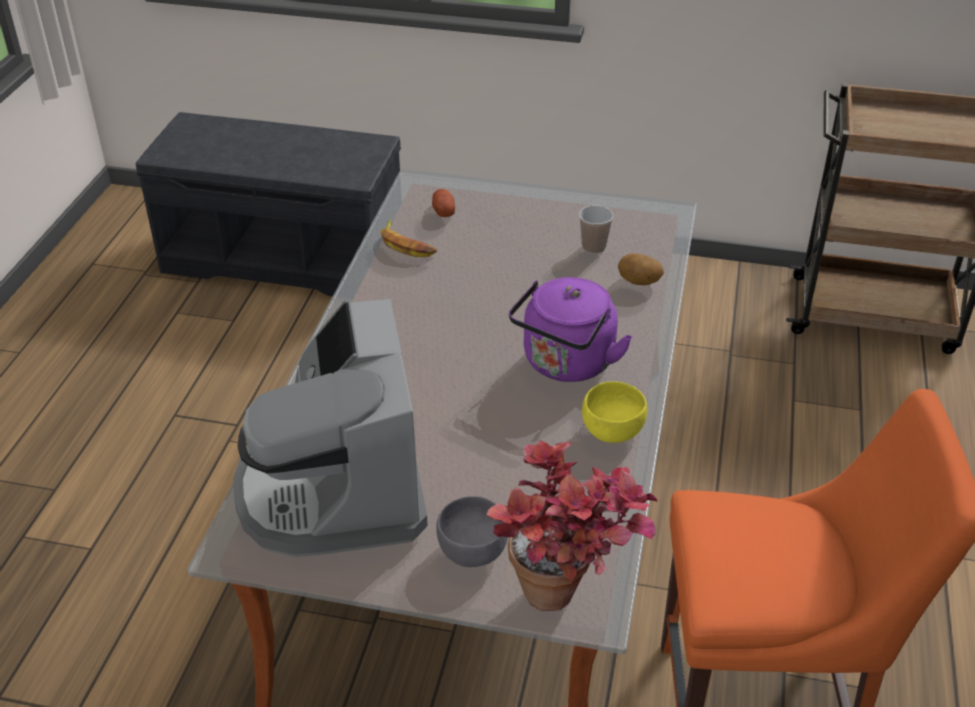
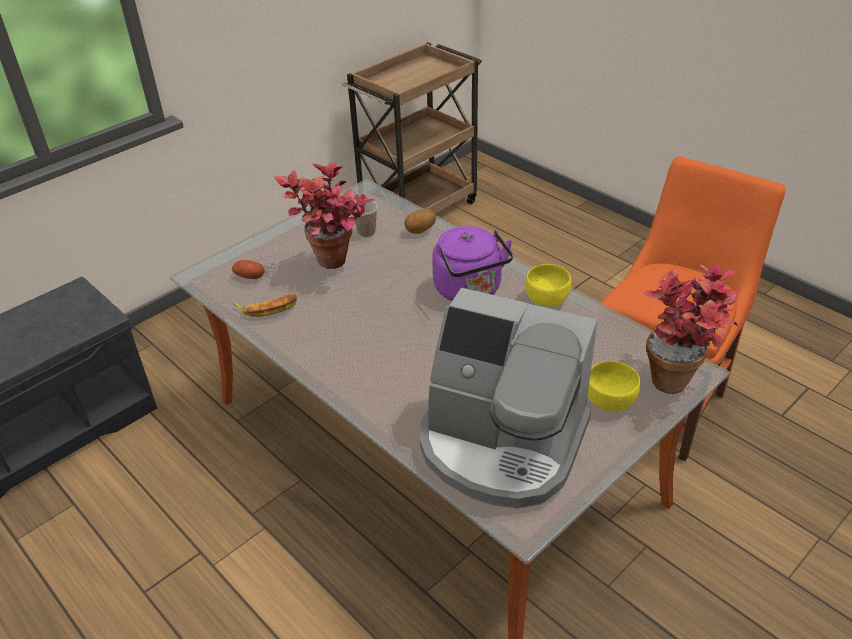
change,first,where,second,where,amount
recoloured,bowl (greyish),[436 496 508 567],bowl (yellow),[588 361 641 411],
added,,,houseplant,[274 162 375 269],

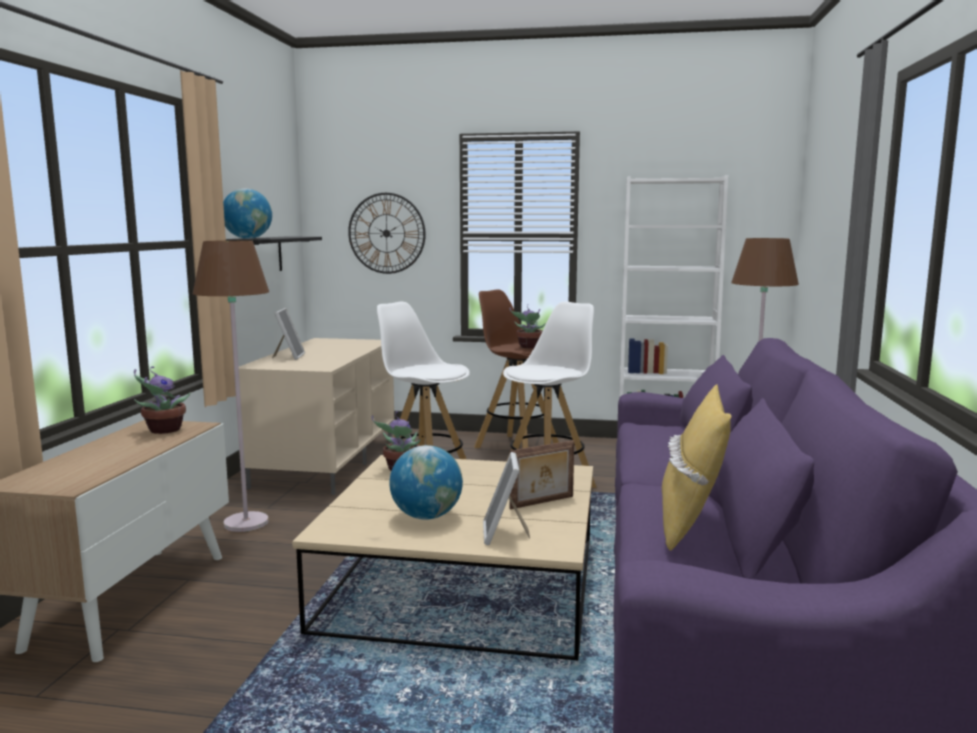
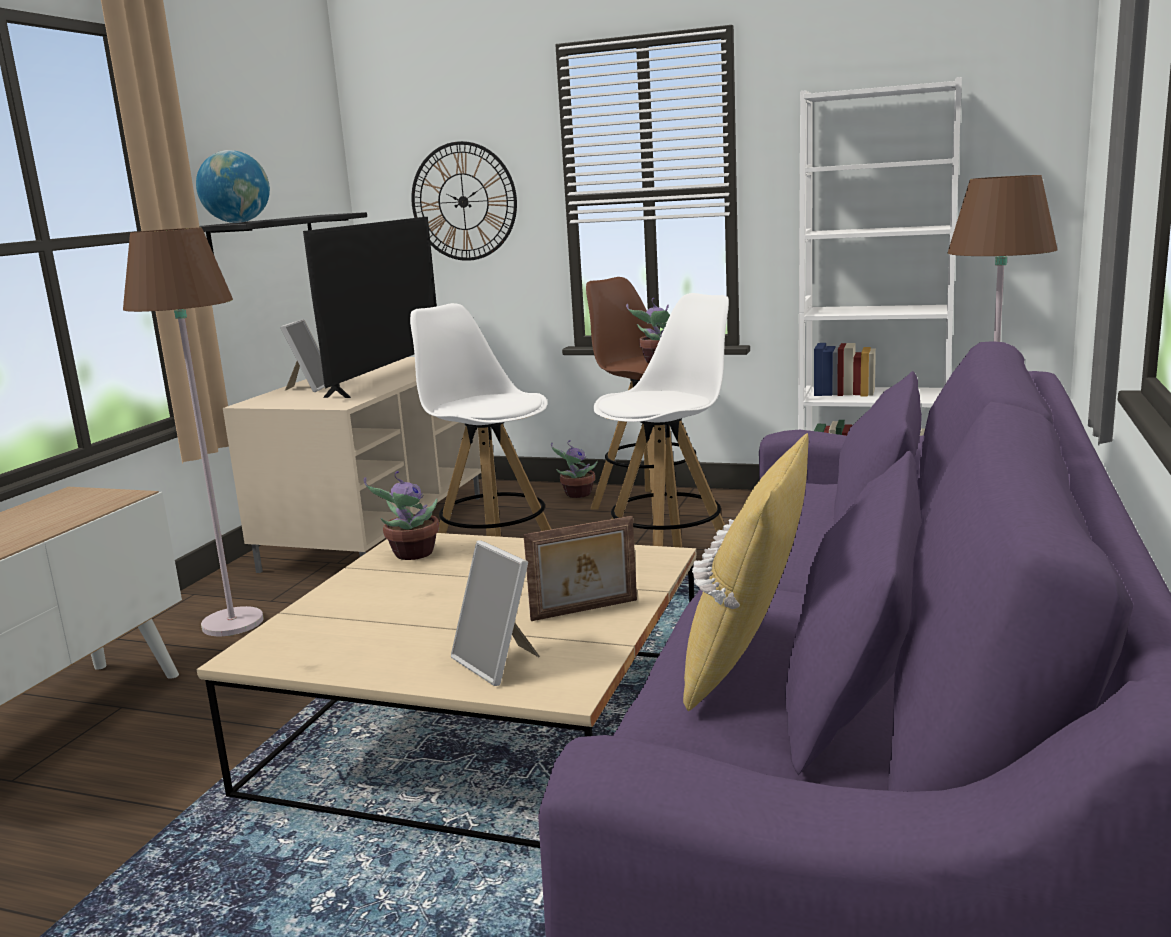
change,first,where,second,where,amount
moved,houseplant,[134 366 191 434],,[551 440 598 498],
removed,desk globe,[389 445 463 520],,,
turned,photo frame,[483 452 530 545],,[451 540 540 686],45 degrees counterclockwise
added,,,TV,[303 217 437 398],

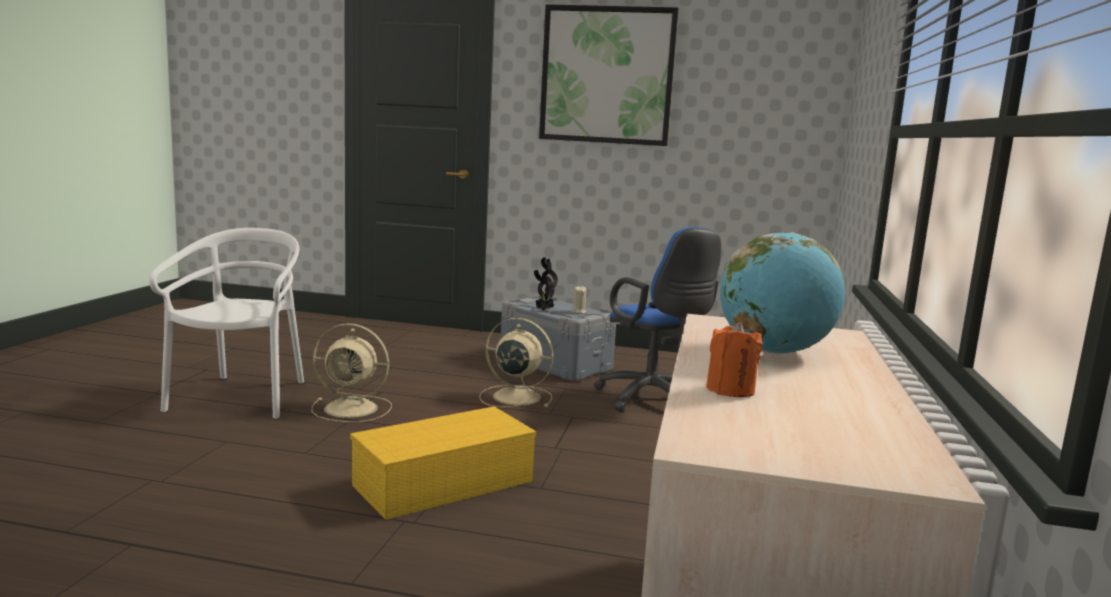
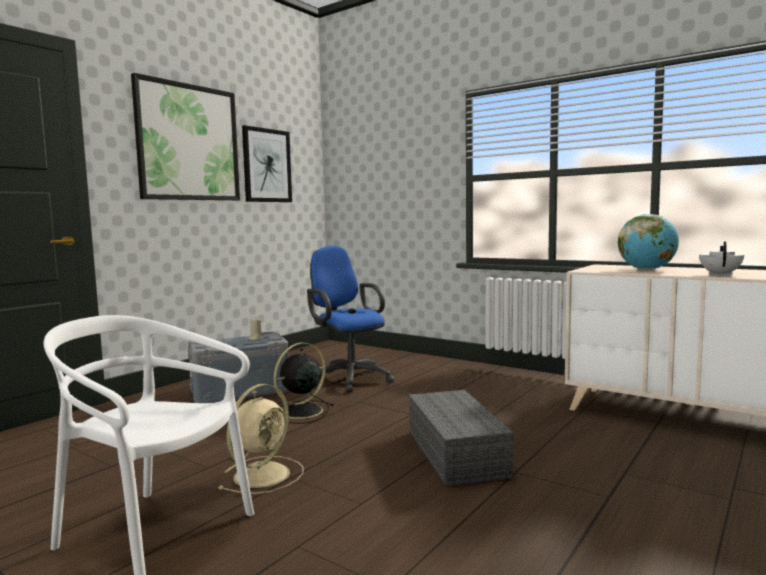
change,first,where,second,where,amount
recoloured,storage bin (yellow),[350 406 537 520],storage bin (greyish),[408 390 514 486],
recoloured,fan (sand-coloured),[479 318 554 407],fan (black),[273 343 334 424],
removed,houseplant,[534 257 558 311],,,
turned,desk chair (bluish),[594 227 721 412],,[307 246 395 393],120 degrees counterclockwise
replaced,wax candle (orange),[706 322 763 397],teapot (white),[699 241 744 276],
added,,,wall picture,[242 125 292 202],

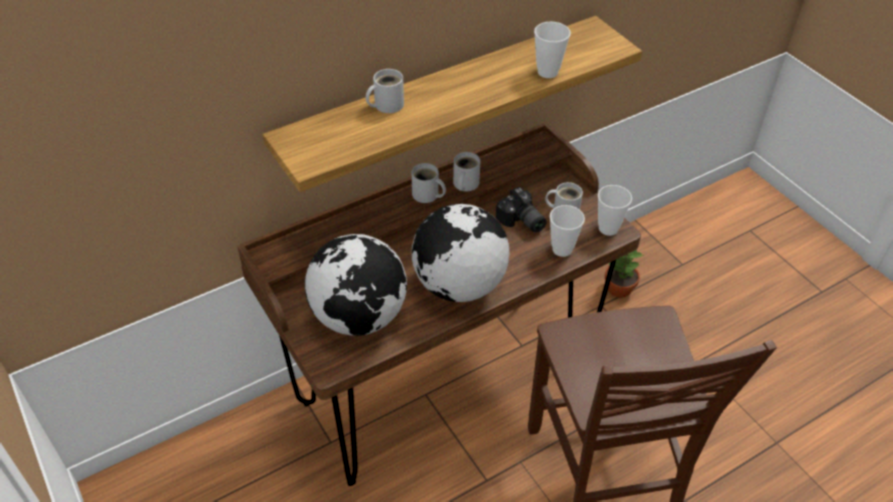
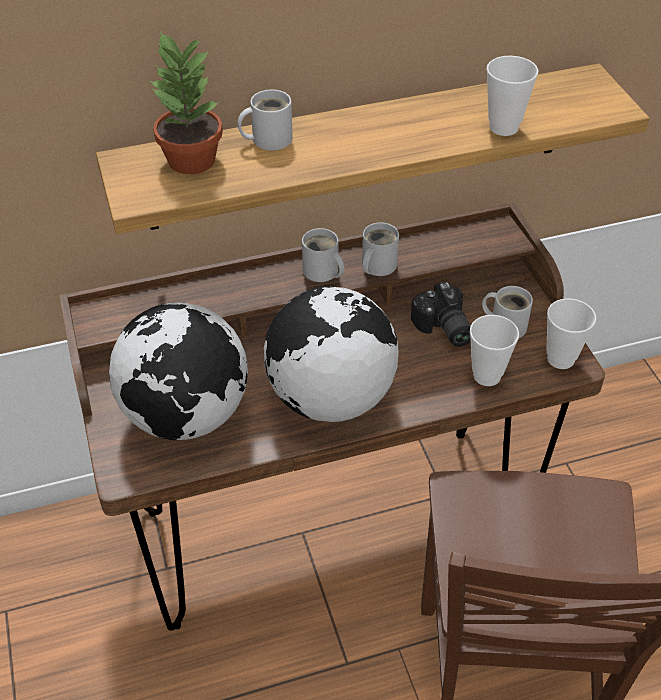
change,first,where,second,where,amount
moved,houseplant,[605 239 644 298],,[149 32 223 174],

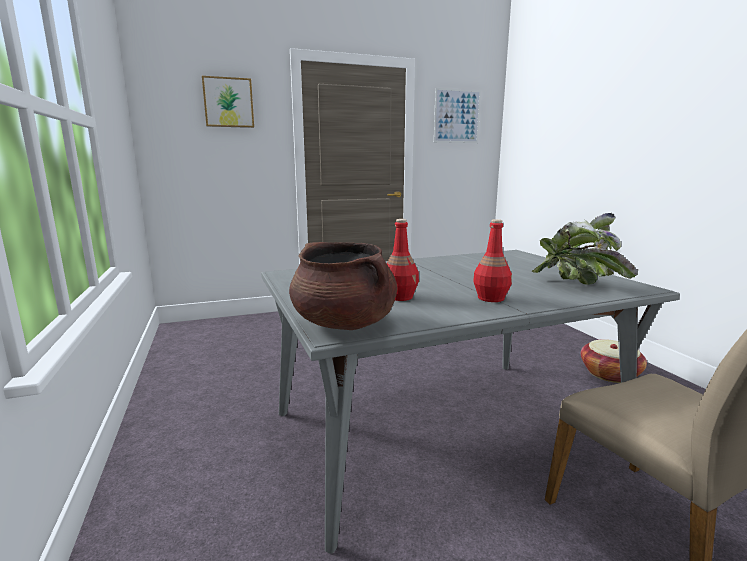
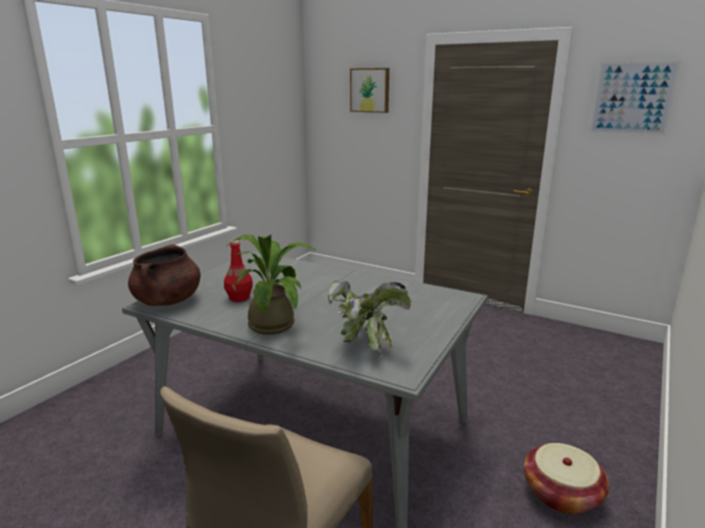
change,first,where,second,where,amount
replaced,beverage bottle (red-coloured),[473 219 512 302],houseplant,[226 234 317 335],

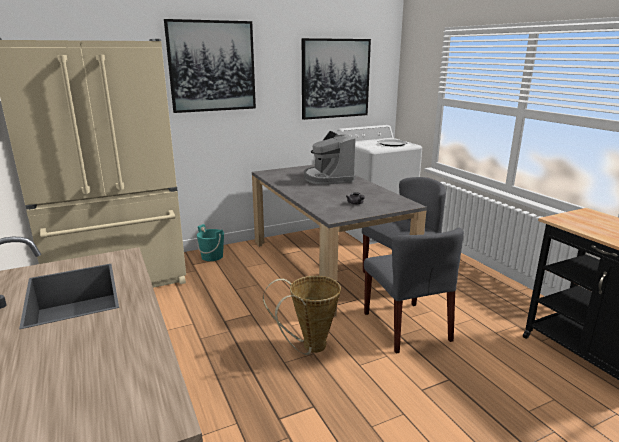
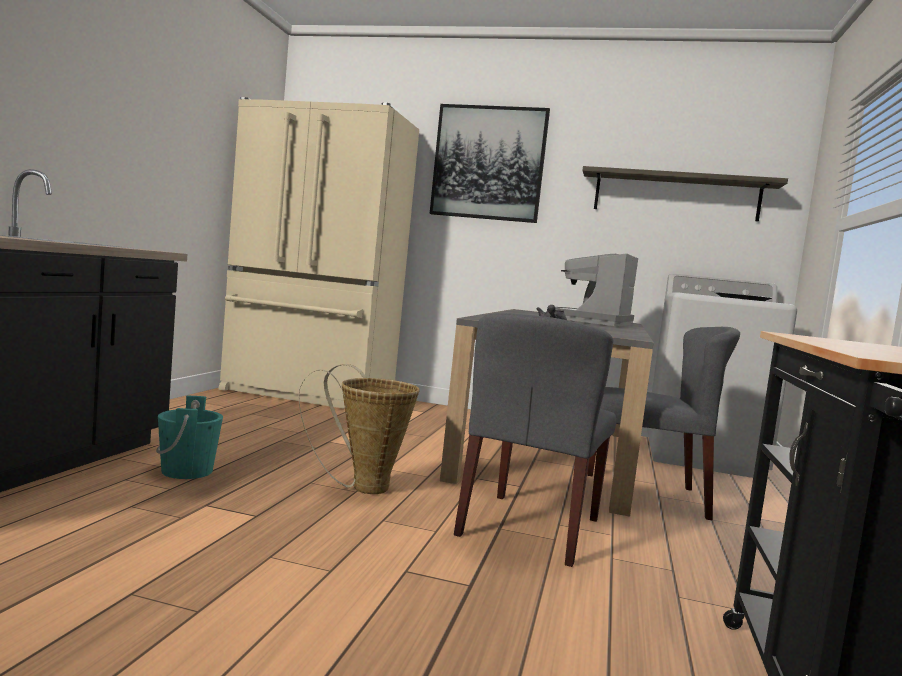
change,first,where,second,where,amount
moved,bucket (turquoise),[197 224 224 261],,[156 396 223 479],
replaced,wall picture,[302 38 371 120],shelf,[582 166 788 222],

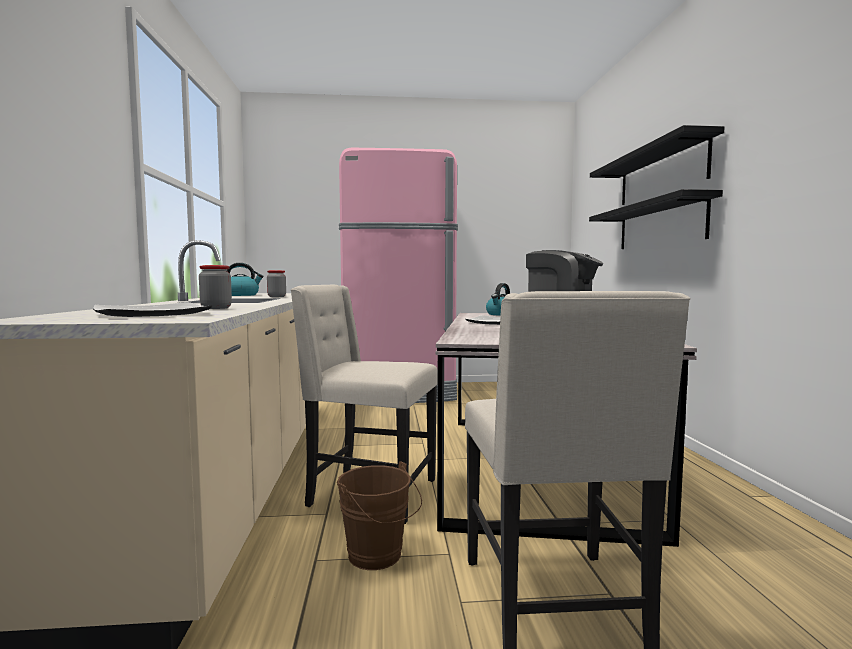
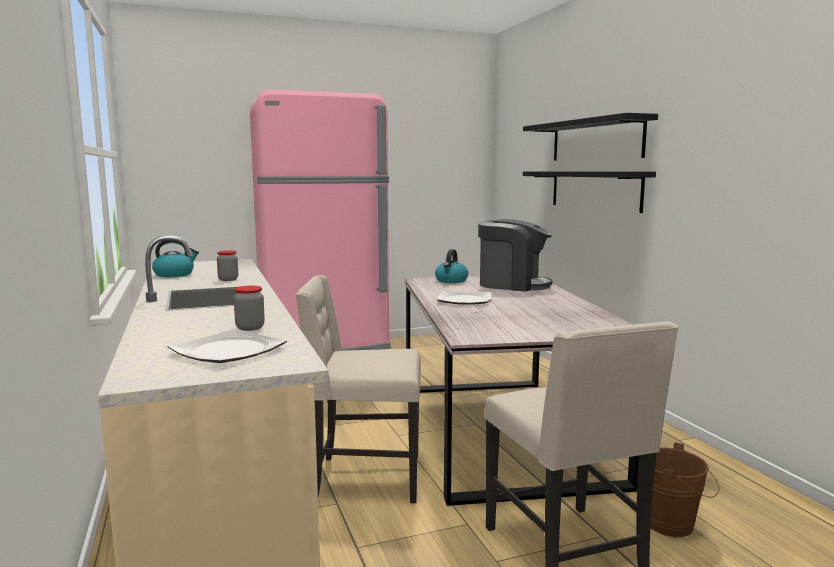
change,first,where,second,where,amount
moved,bucket (brownish),[337 461 422 570],,[650 442 720 537],

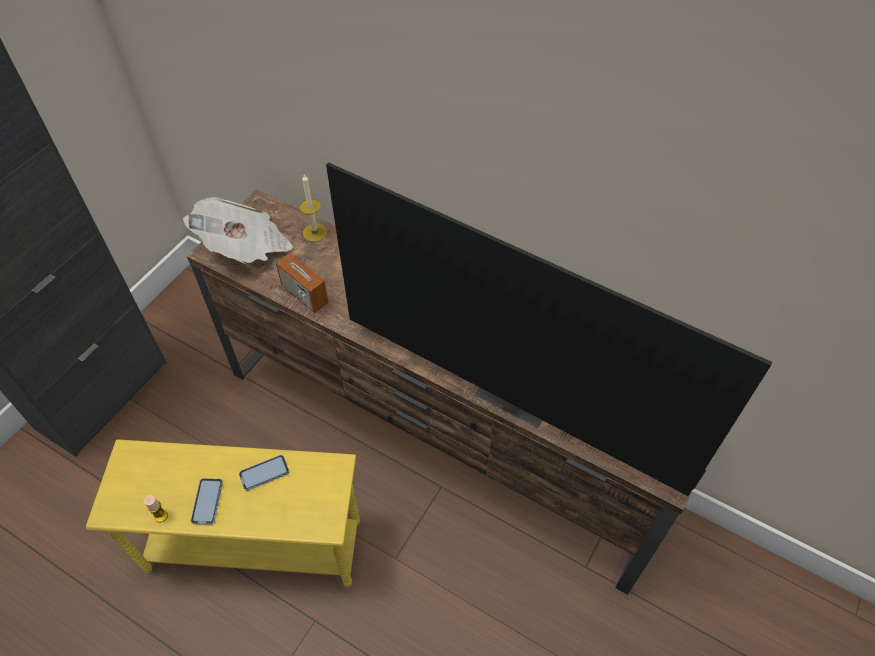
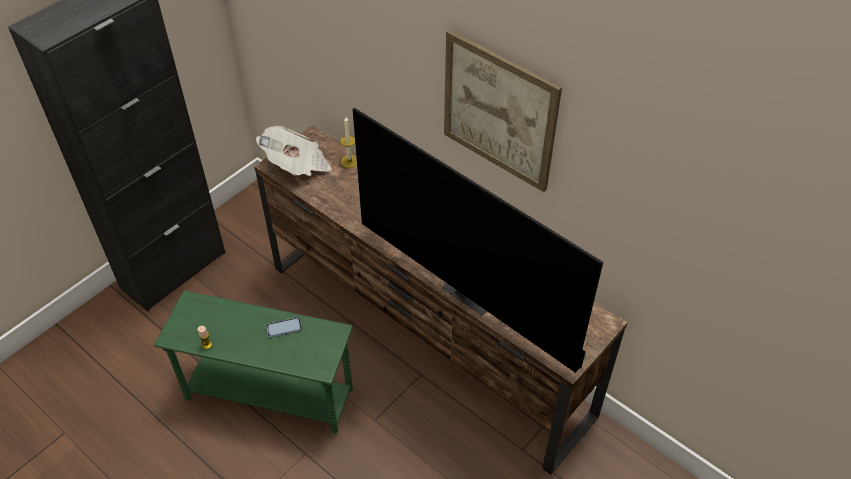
change,first,where,second,where,amount
recoloured,accent table (yellow),[86 439 360 587],accent table (green),[154 291 353 434],
removed,phone,[191 478 223 525],,,
removed,radio,[276 243 329 313],,,
added,,,wall picture,[444 30 562 192],

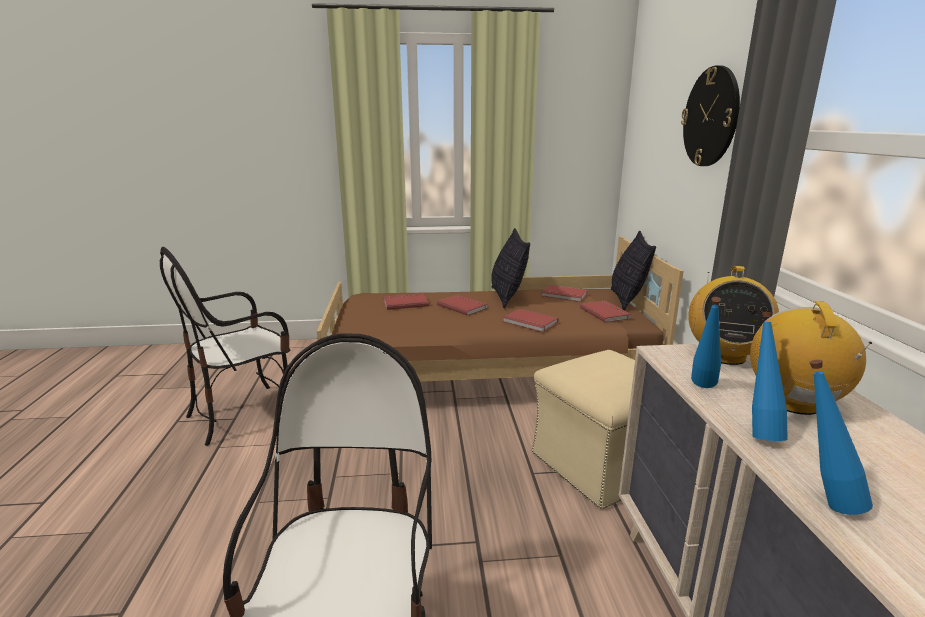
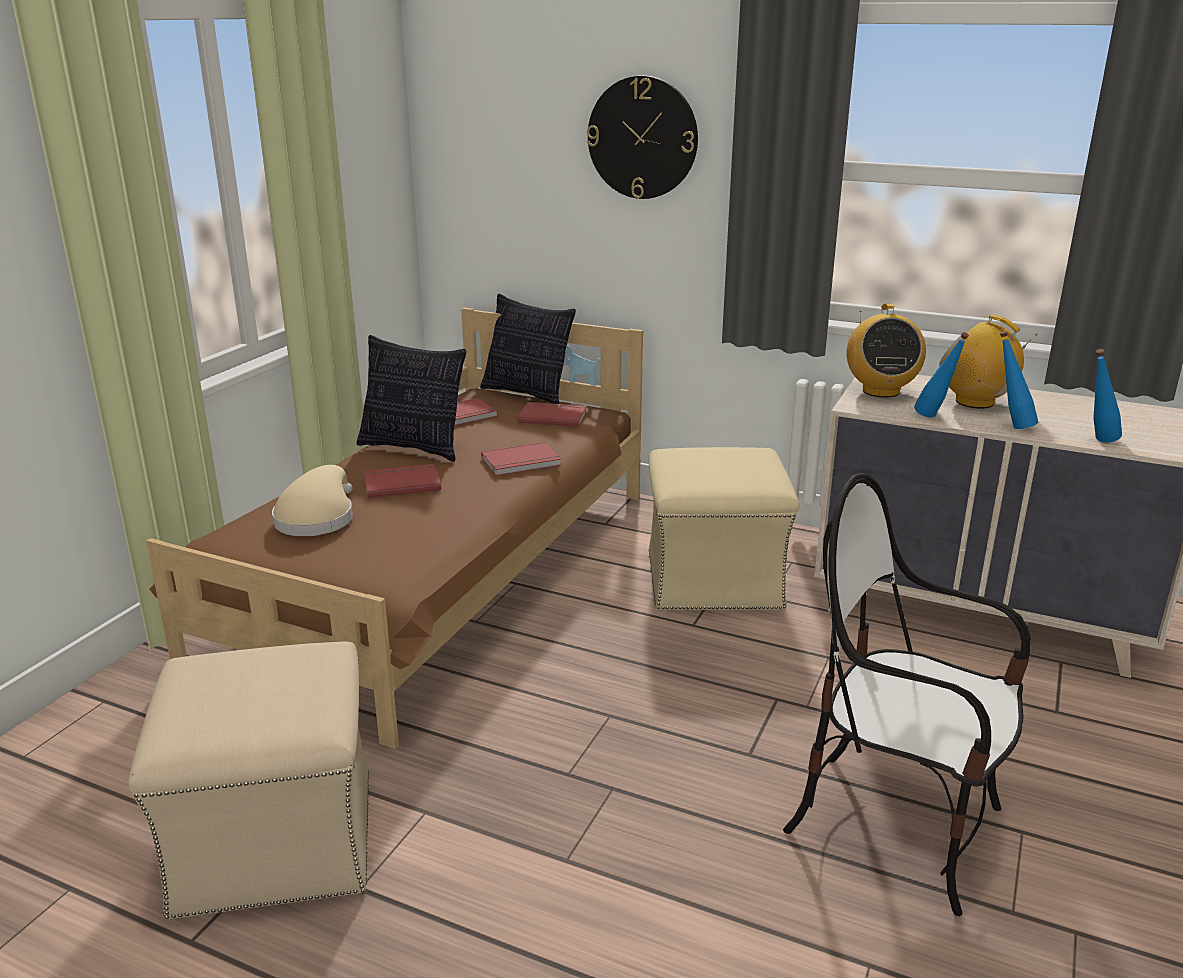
change,first,where,second,where,amount
replaced,upright chair,[160 247 290 446],pouffe (sand-coloured),[128 641 369 919],
replaced,bound book (red-coloured),[383 293 429 310],hat (sand-coloured),[272 465 353 536],
turned,radio,[688 266 779 365],,[847 304 926 398],45 degrees clockwise

